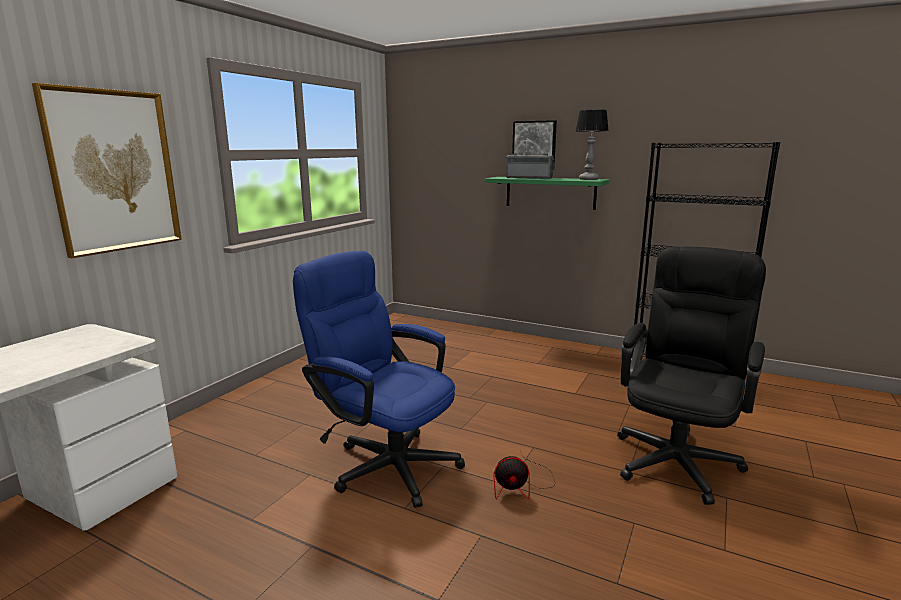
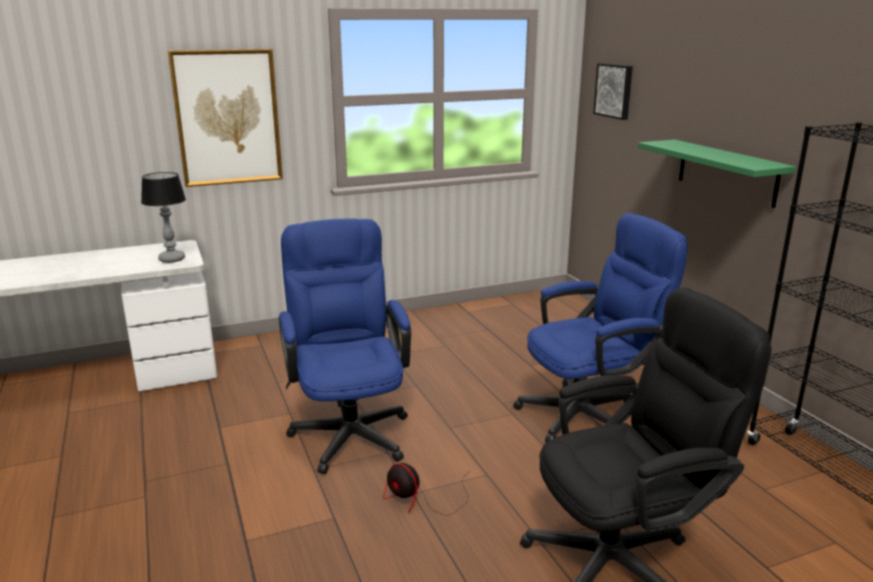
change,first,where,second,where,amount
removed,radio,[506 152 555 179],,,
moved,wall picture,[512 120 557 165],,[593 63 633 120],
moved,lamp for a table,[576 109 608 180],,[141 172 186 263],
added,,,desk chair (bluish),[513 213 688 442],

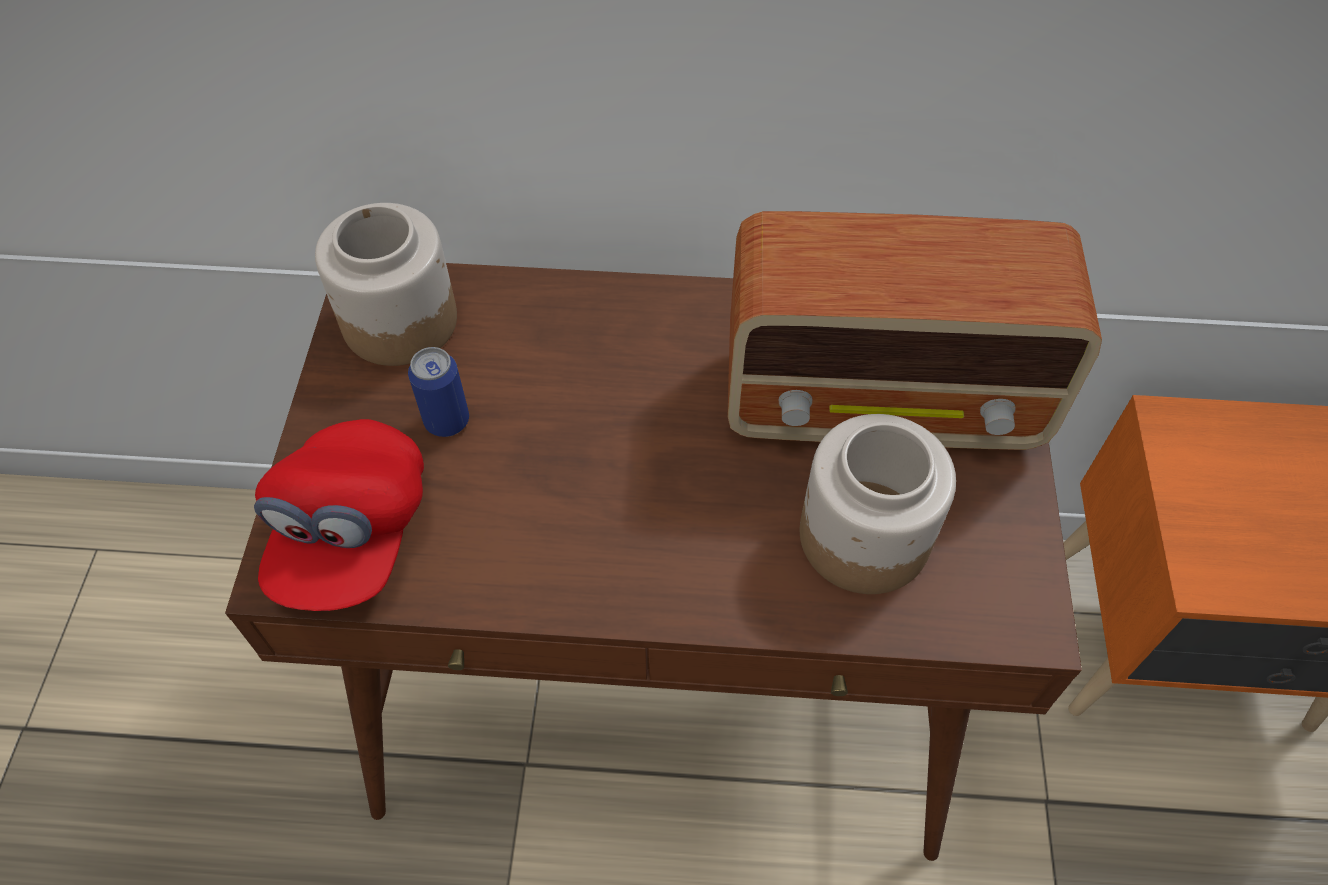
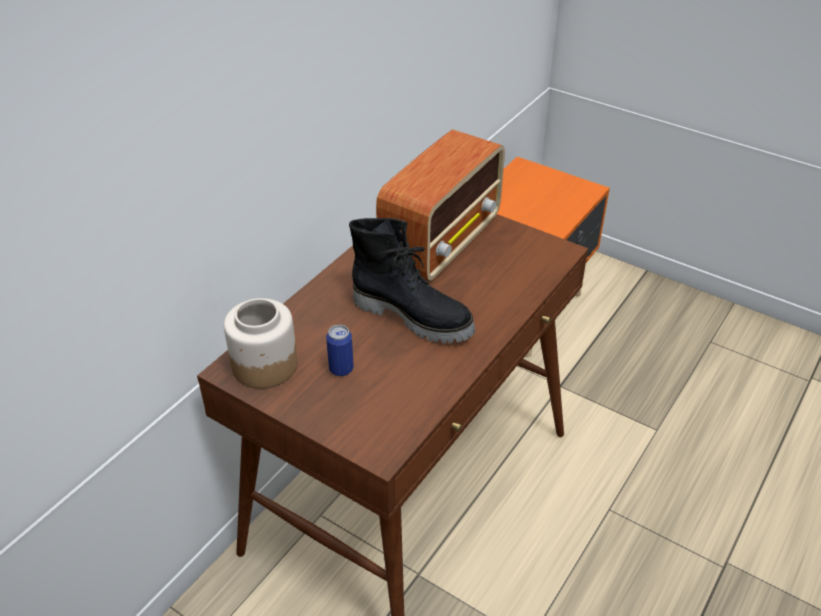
change,first,where,second,where,amount
removed,baseball cap (red-coloured),[254 419 424 611],,,
removed,preserve jar,[800 414 956 594],,,
added,,,tall boot (black),[349 218 475 343],

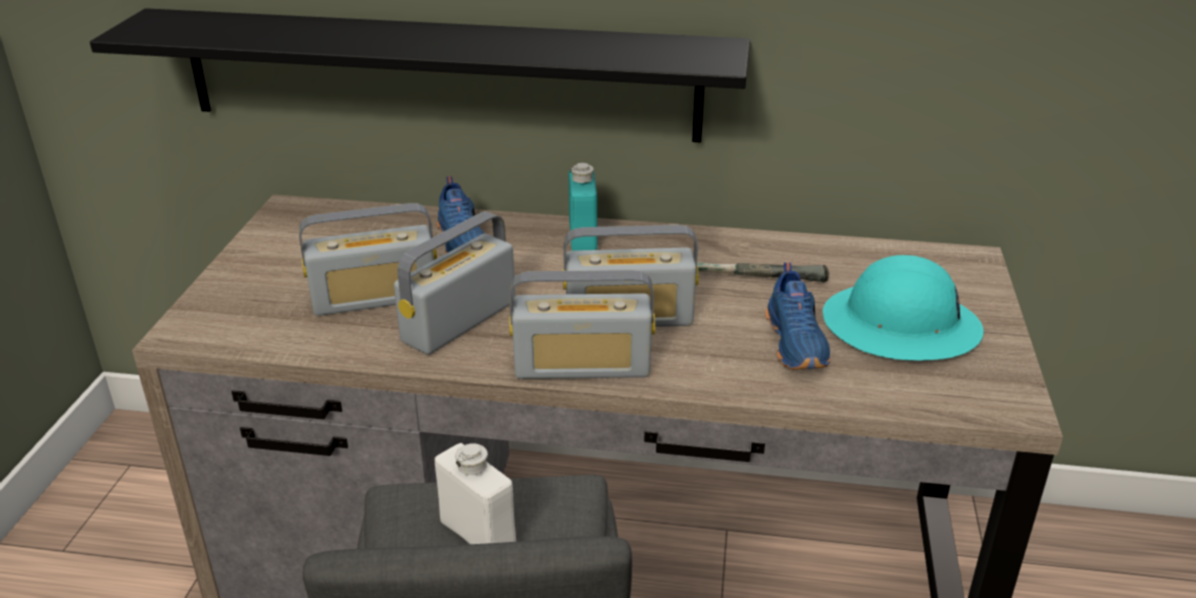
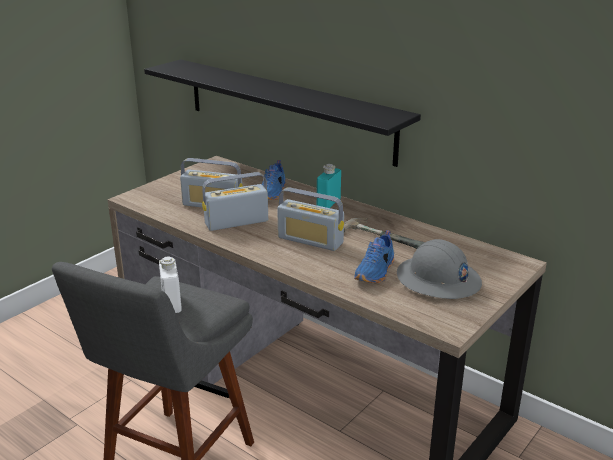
change,first,where,second,where,amount
removed,radio,[509 270 655 379],,,
recoloured,work helmet (turquoise),[823 255 984 361],work helmet (greyish),[397 239 482 299],

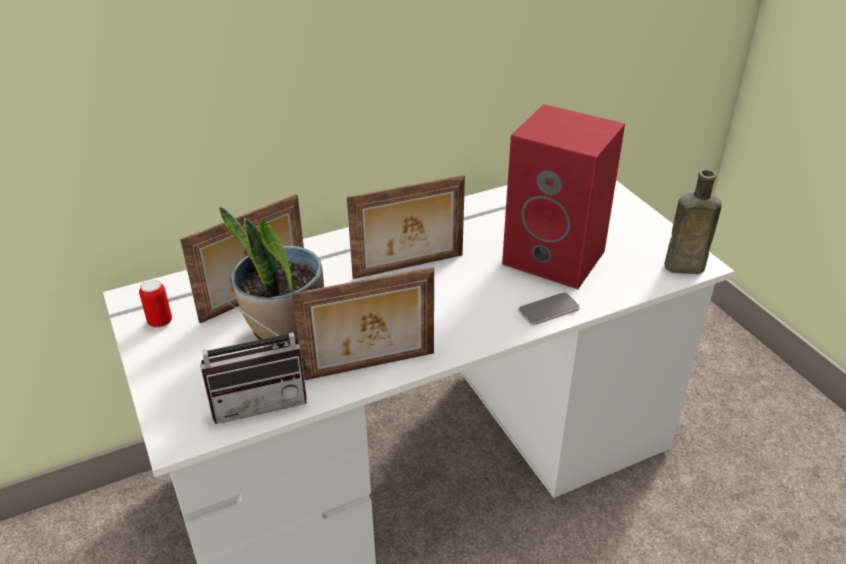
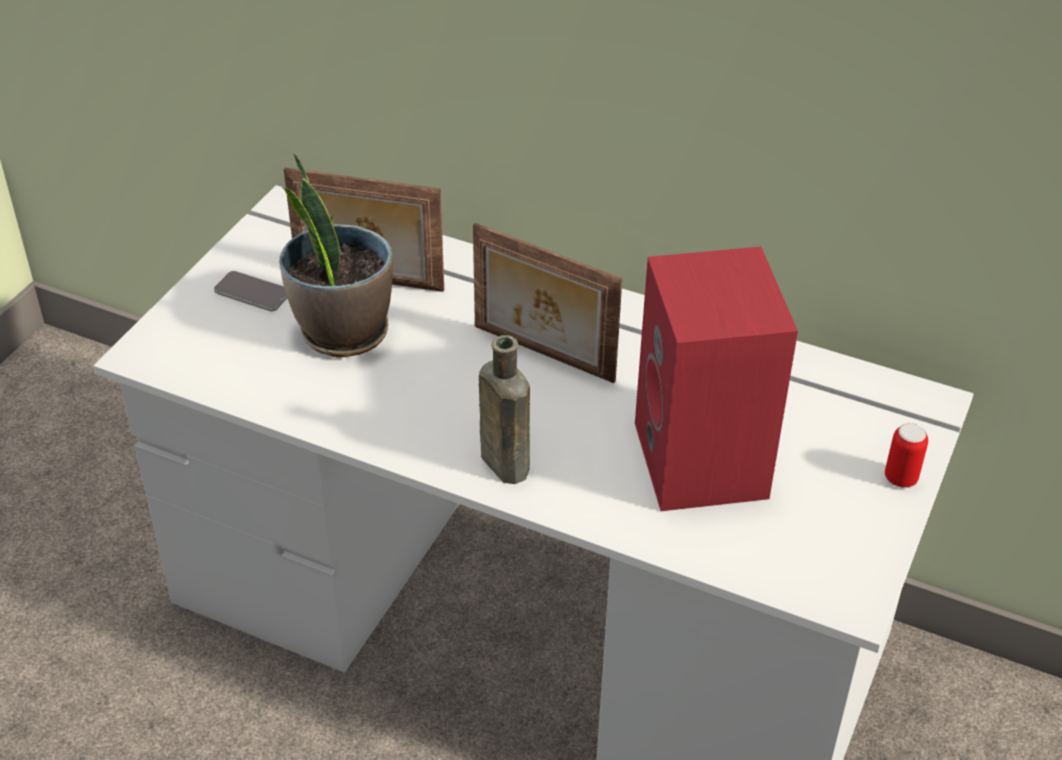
change,first,where,second,where,amount
moved,sealed can,[139 280 172 328],,[885 423 928 488],
removed,radio,[200 303 307 424],,,
removed,photo frame,[292 267 434 380],,,
moved,phone,[518 292 580 325],,[214 271 287 311],
moved,beverage bottle (brownish),[665 169 722 274],,[479 335 530 484],

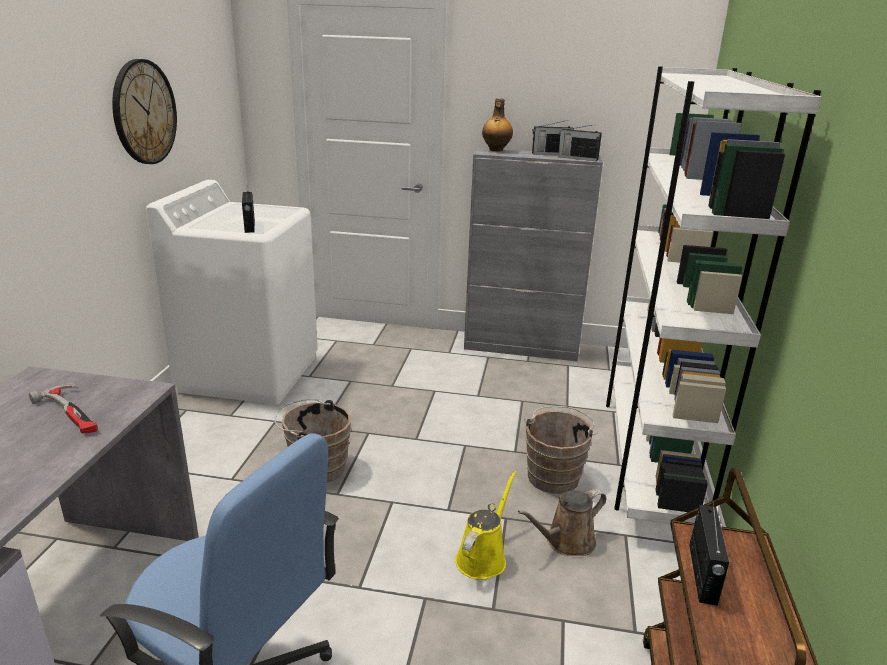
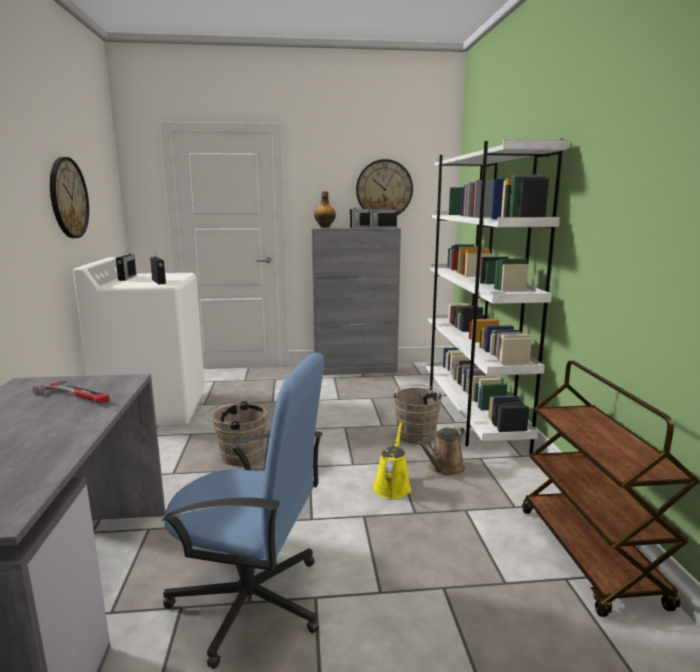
change,first,where,second,where,amount
moved,radio,[689 503 729 606],,[116 250 136 281],
added,,,hanging clock,[356 159 413 215],

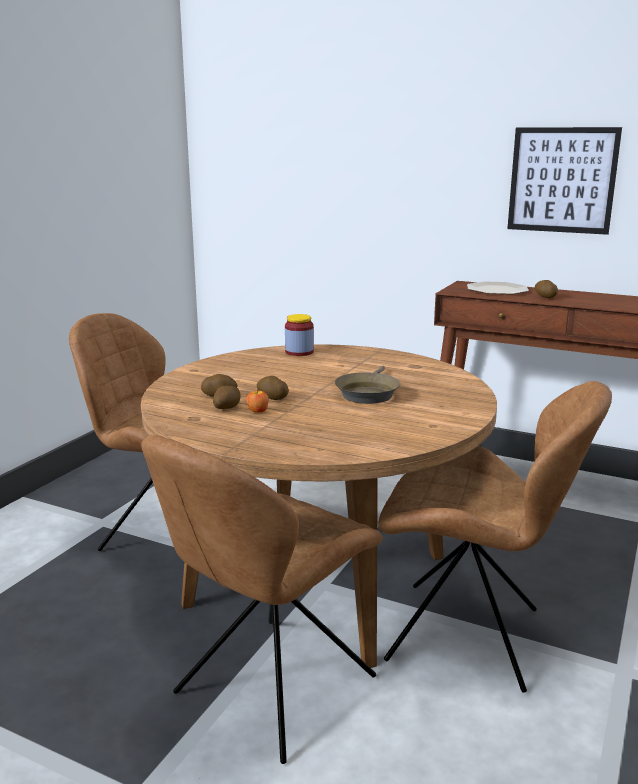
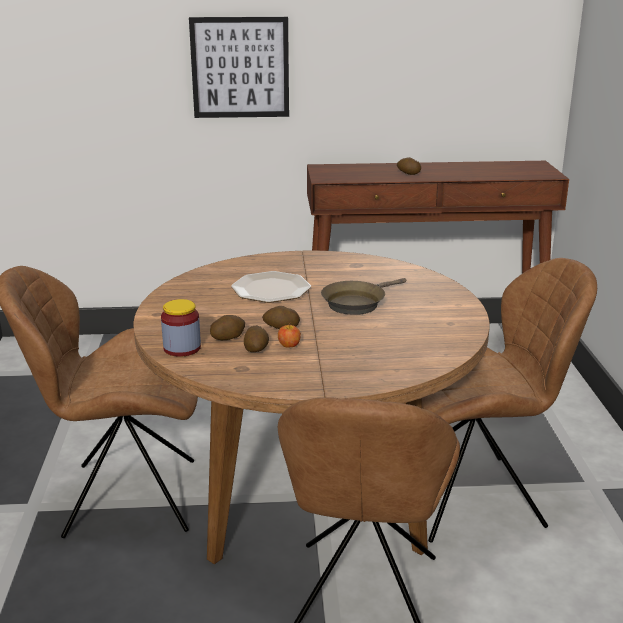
change,first,where,second,where,amount
moved,preserve jar,[285 314 314 356],,[161 299 201 357],
turned,frying pan (brownish),[335 366 401 404],,[321 278 406 315],60 degrees clockwise
moved,plate,[467 281 529 294],,[231 271 311 303],
moved,wall picture,[507 127 622 235],,[189 17 289 118],

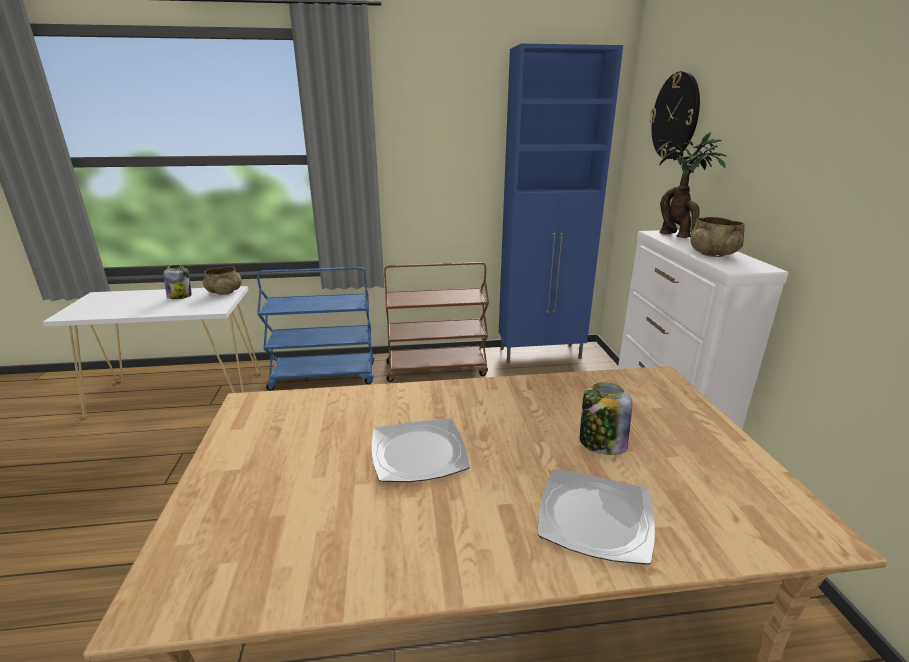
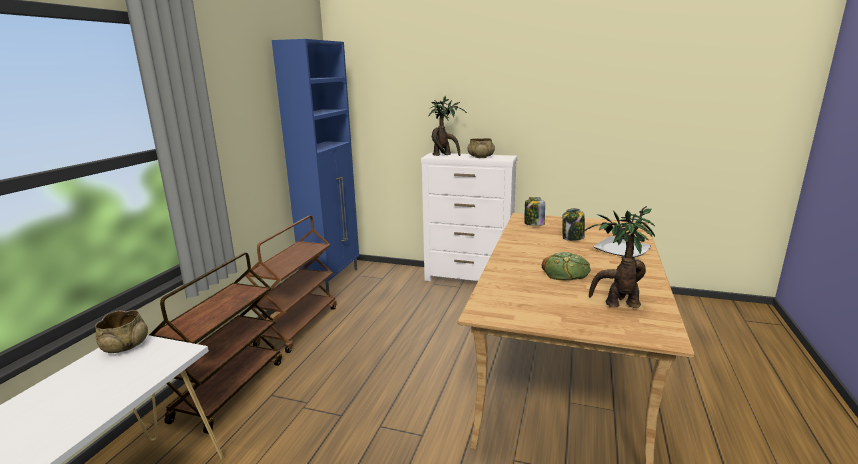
change,first,where,second,where,amount
moved,preserve jar,[163 265 192 299],,[524 197 545 226],
recoloured,wheeled cart (bluish),[257 267 374 390],wheeled cart (brownish),[149 253 282 434],
replaced,plate,[372 418 469 482],baked bread,[542 252 591 280],
removed,hanging clock,[650 71 700 159],,,
added,,,houseplant,[583 206 655 308],

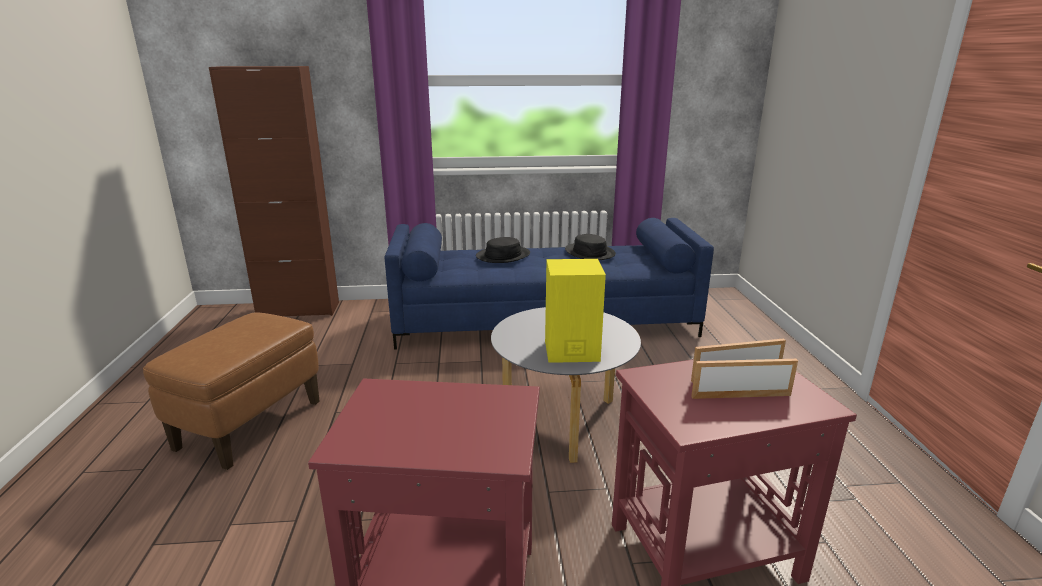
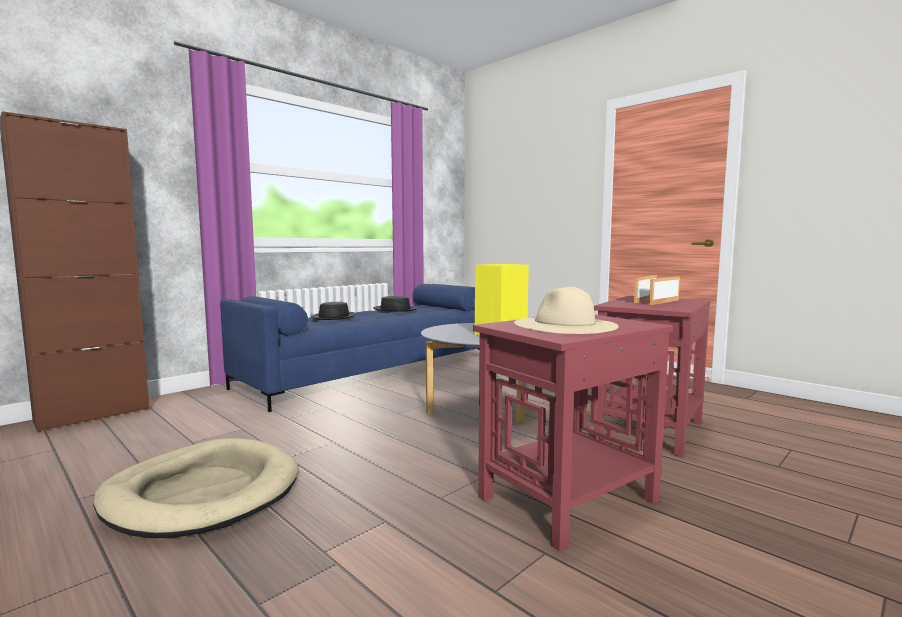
change,first,where,second,where,amount
replaced,pouffe (brownish),[143 313 320 470],pet bed (sand-coloured),[93 438 299 538],
added,,,hat (sand-coloured),[514 287 619 334],

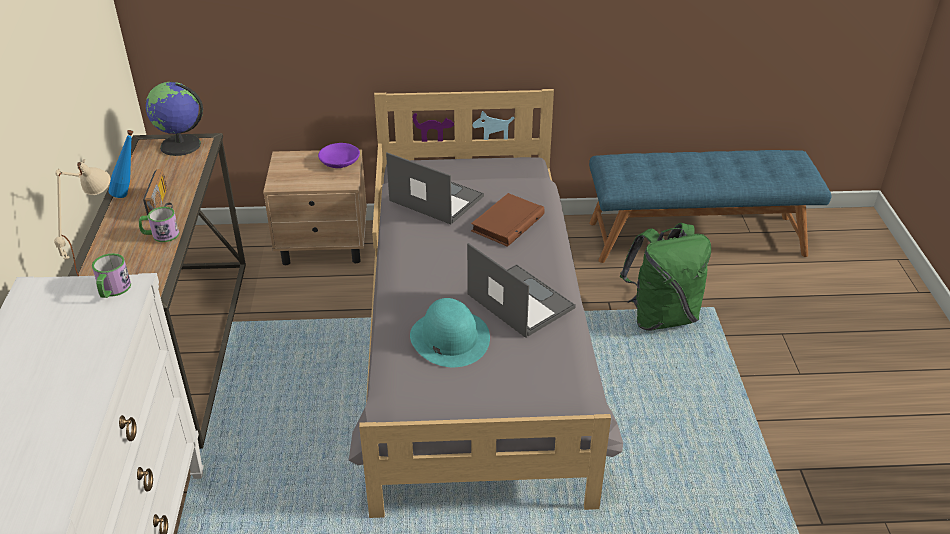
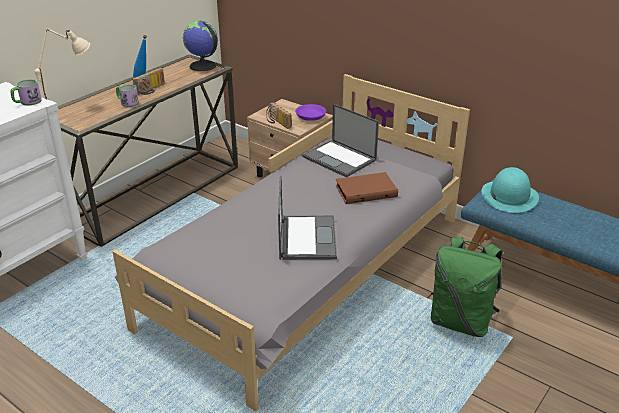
change,first,where,second,where,amount
turned,notebook computer,[386 152 484 224],,[303 104 379 177],150 degrees clockwise
moved,hat (turquoise),[410 298 490 367],,[482 167 539 213],
added,,,radio,[266 102 292 129],

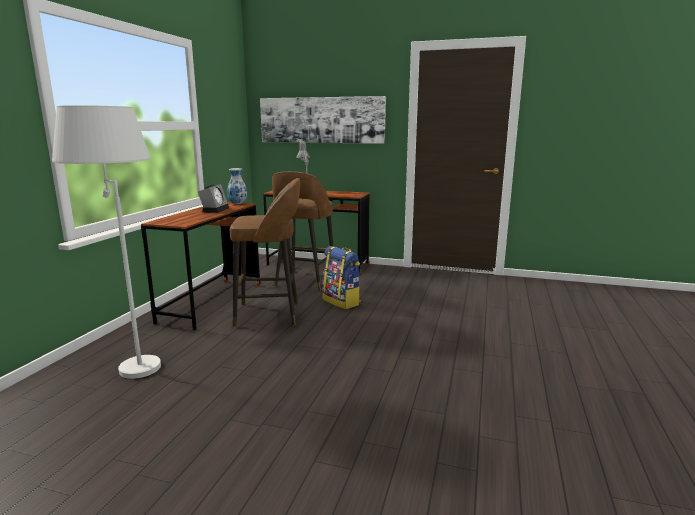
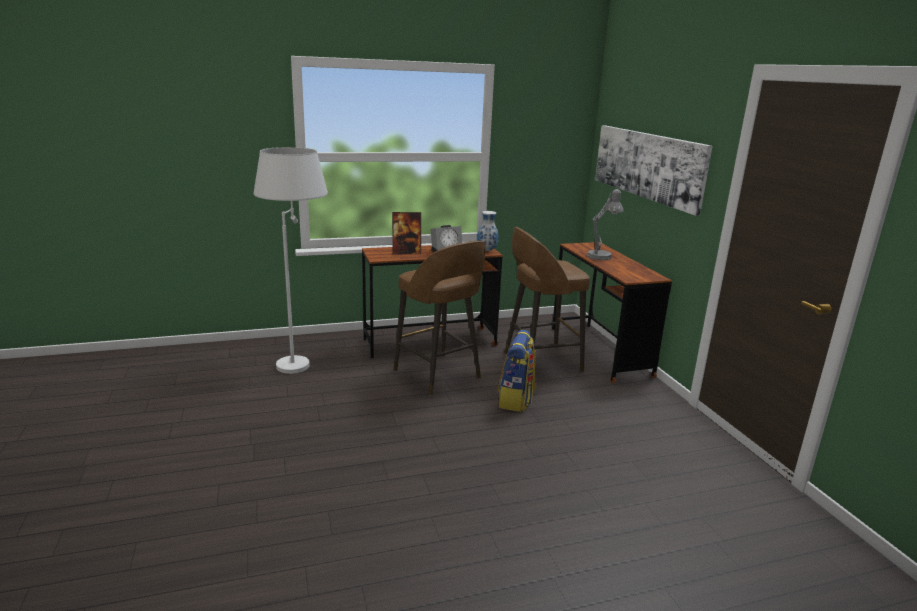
change,first,where,second,where,amount
added,,,photo frame,[392 212 421 255],

